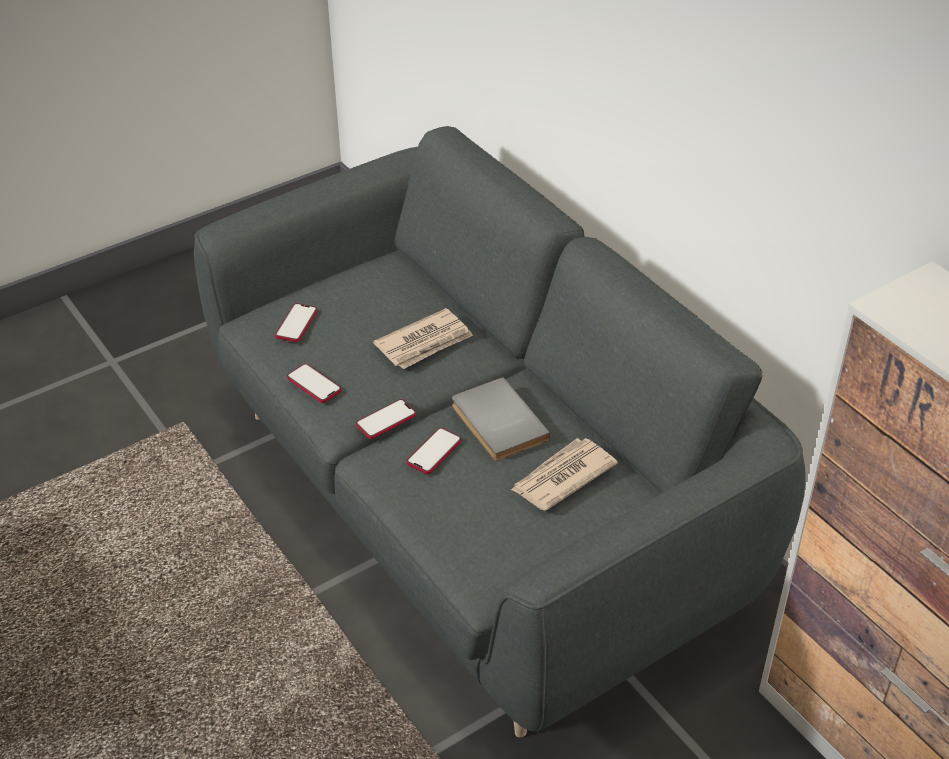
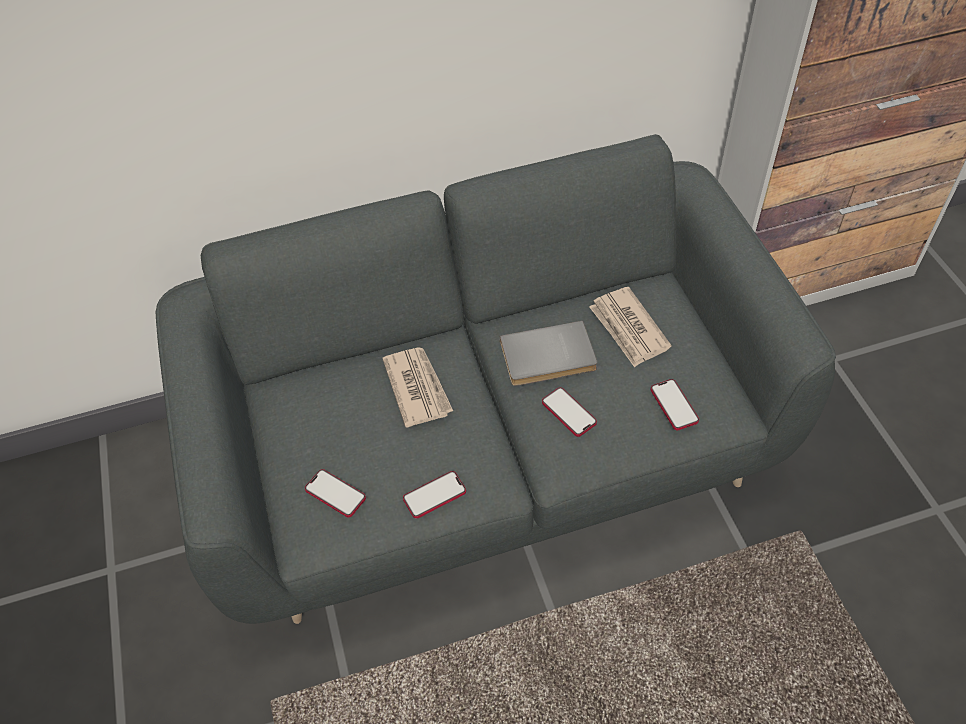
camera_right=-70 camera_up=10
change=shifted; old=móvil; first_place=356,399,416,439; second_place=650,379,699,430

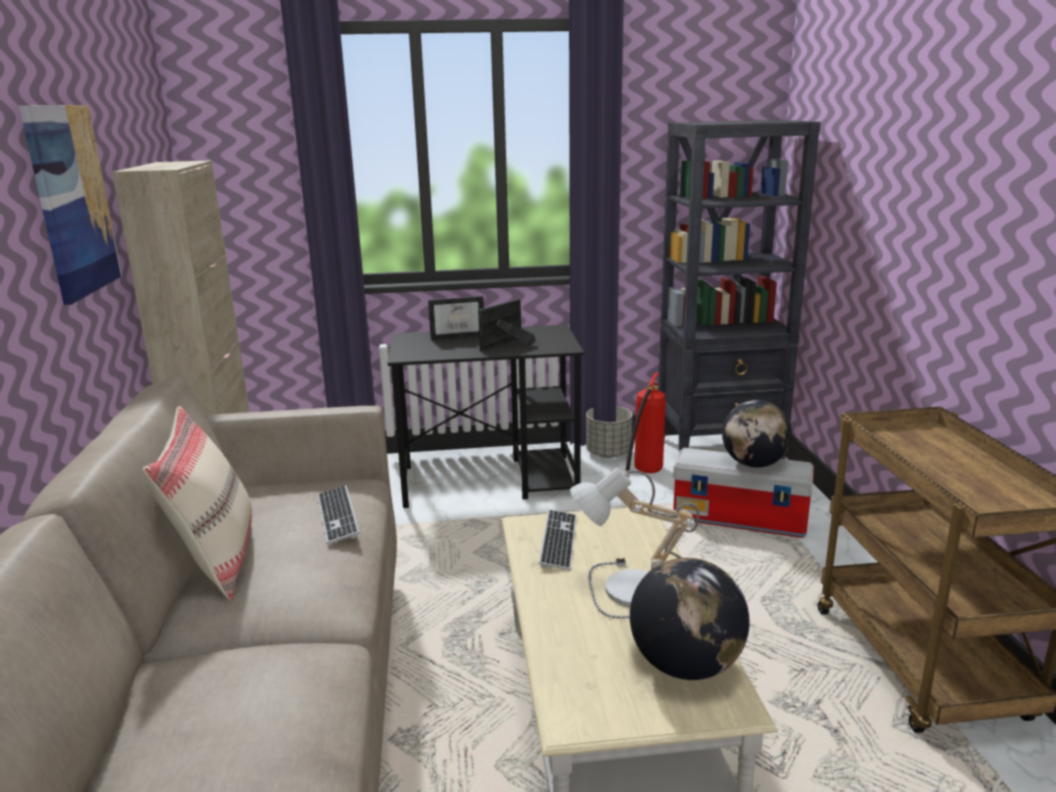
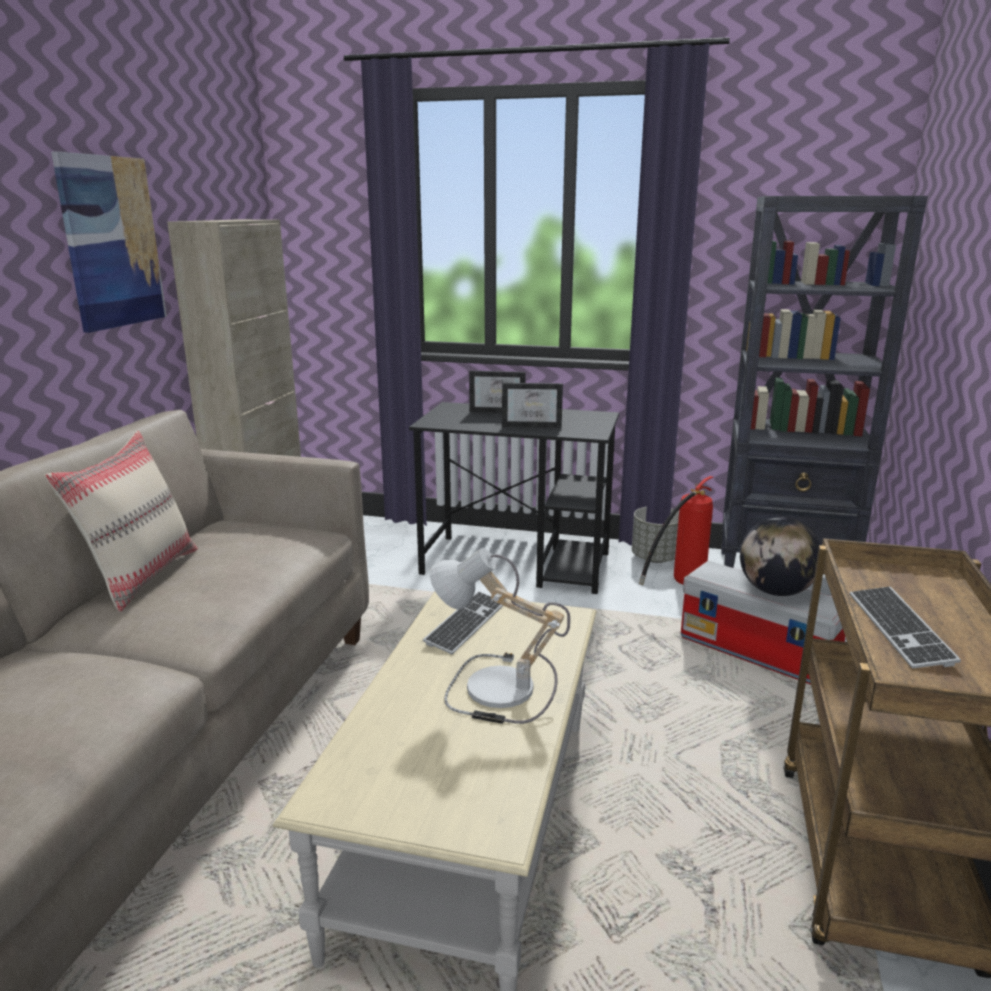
camera_right=20 camera_up=0
change=shifted; old=teclado; first_place=318,485,360,544; second_place=850,587,961,668
change=rotated; old=portarretratos; first_place=478,299,536,352; second_place=502,383,563,428; degrees=-150
change=gone; old=globo terráqueo; first_place=630,558,749,680

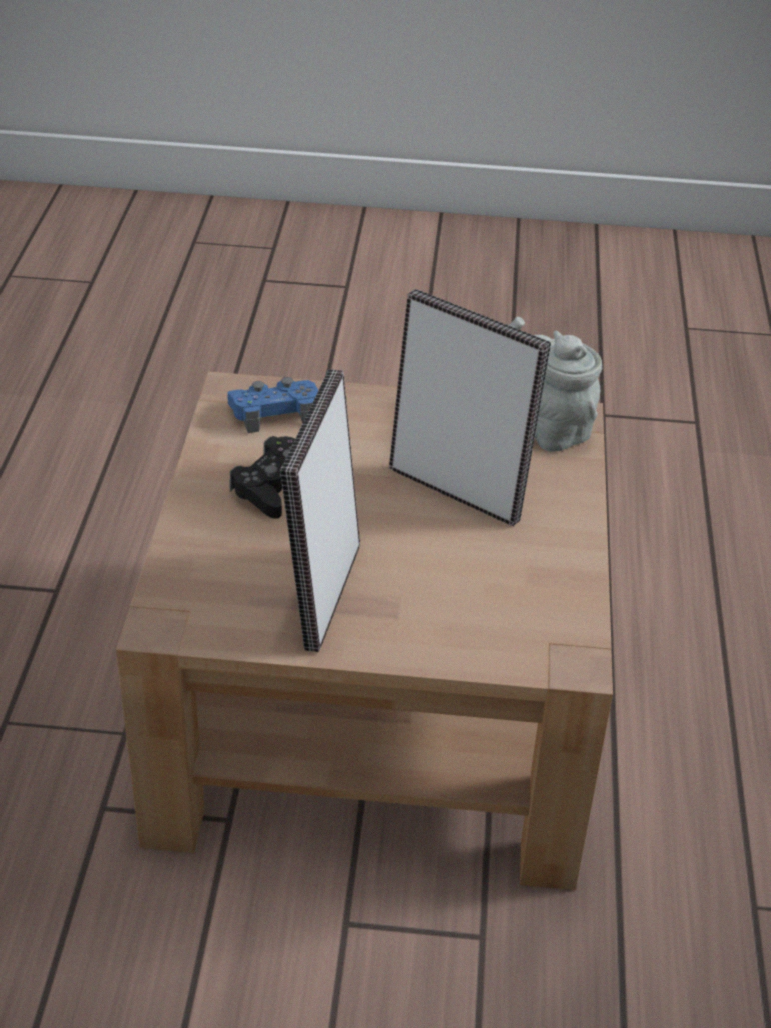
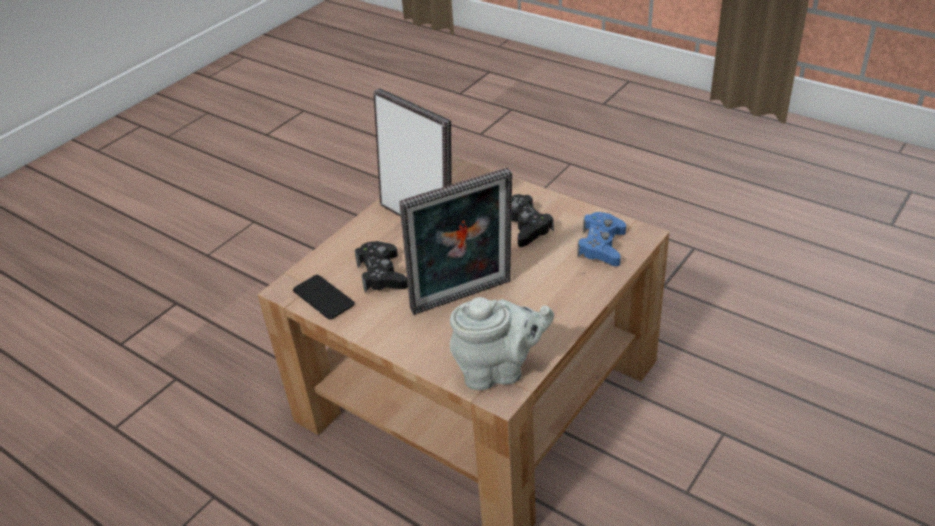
camera_right=125 camera_up=0
change=new; new=móvil; second_place=293,275,355,319
change=new; new=mando de consola [negro]; second_place=355,241,408,293

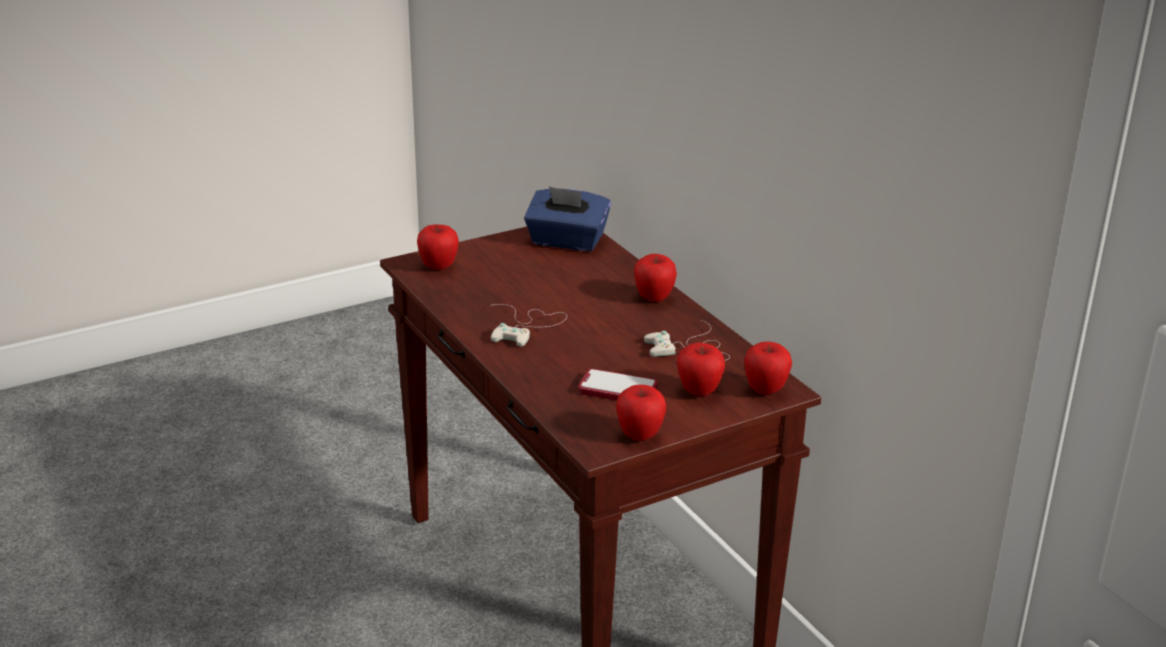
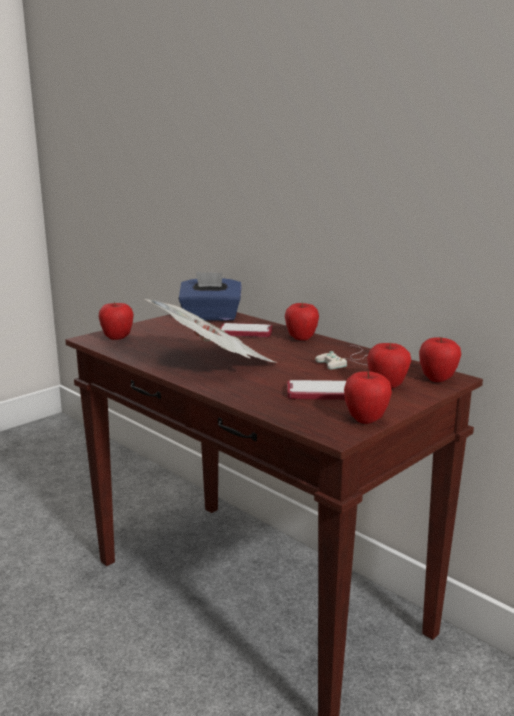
camera_right=-15 camera_up=-10
change=swapped; old=mando de consola [blanco]; new=periódico; first_place=490,304,567,347; second_place=145,299,277,363
change=new; new=móvil; second_place=220,323,273,337

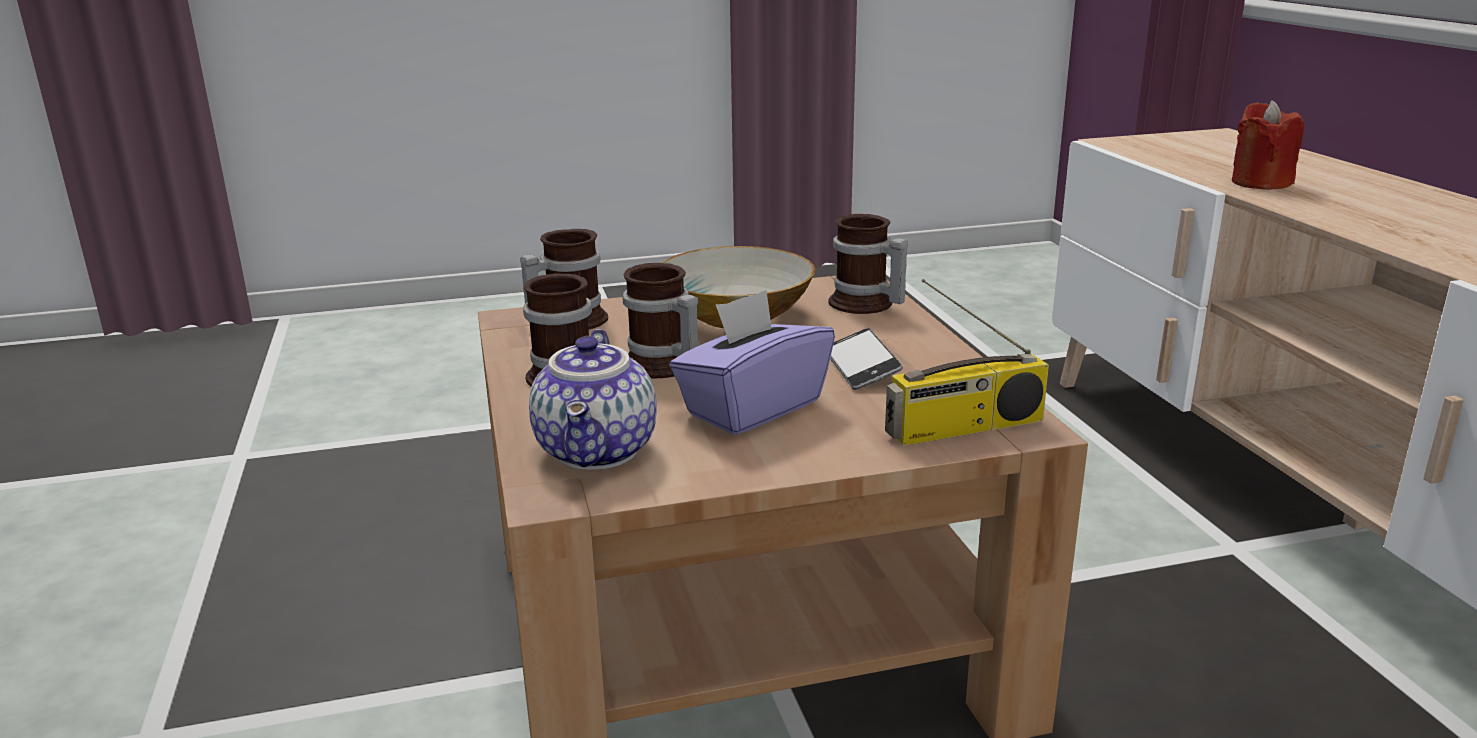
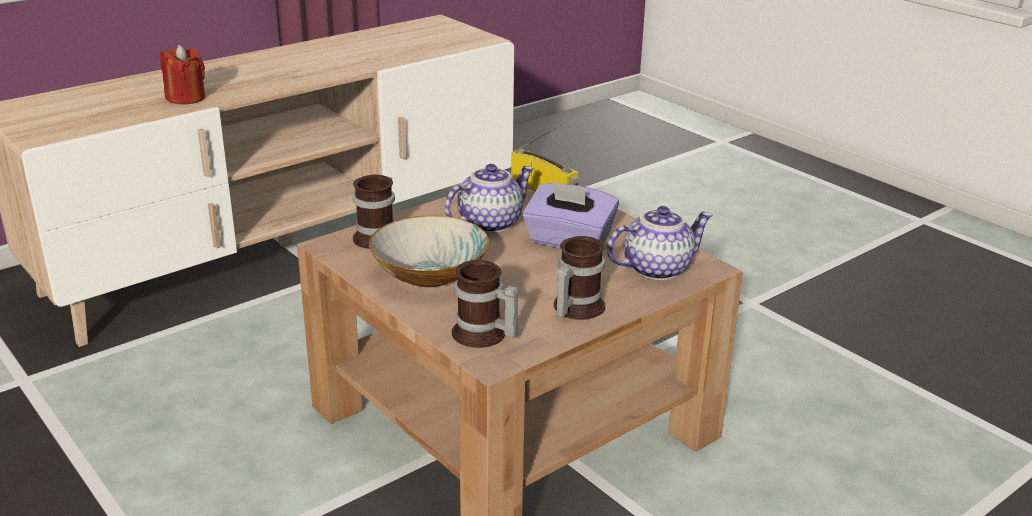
camera_right=-115 camera_up=5
change=gone; old=taza grande; first_place=622,263,698,378
change=swapped; old=móvil; new=tetera; first_place=830,328,903,390; second_place=445,164,534,233

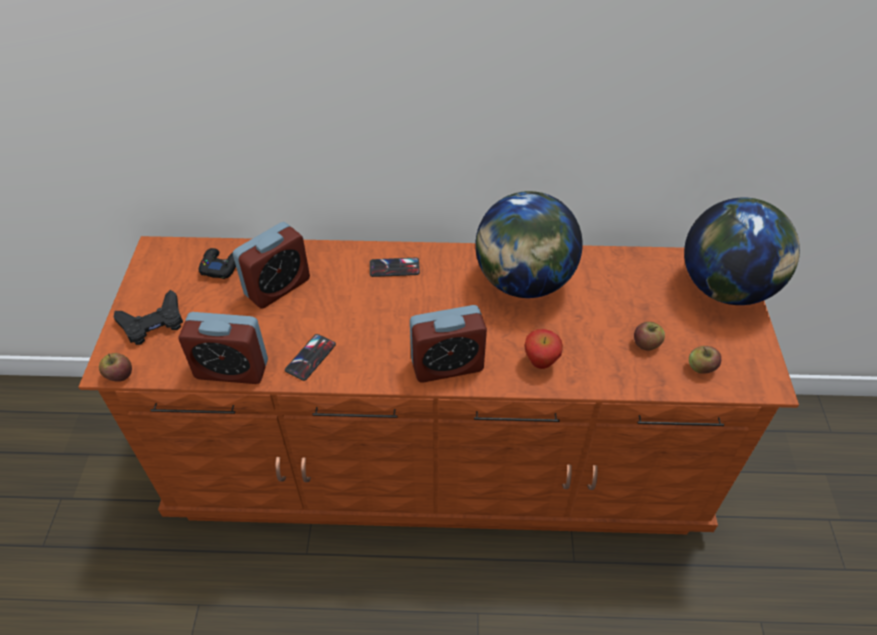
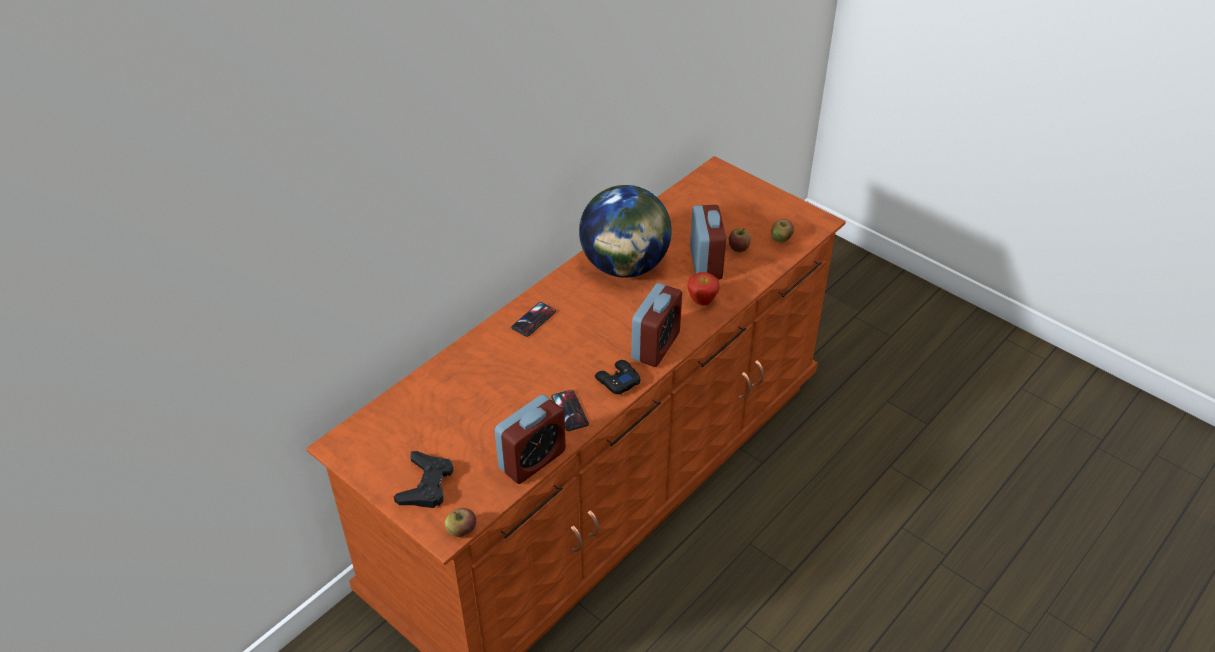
camera_right=-50 camera_up=-5
change=shifted; old=mando de consola [negro]; first_place=198,248,236,279; second_place=595,360,641,394
change=shifted; old=despertador; first_place=233,222,310,309; second_place=690,205,726,280
change=gone; old=globo terráqueo; first_place=684,197,800,305

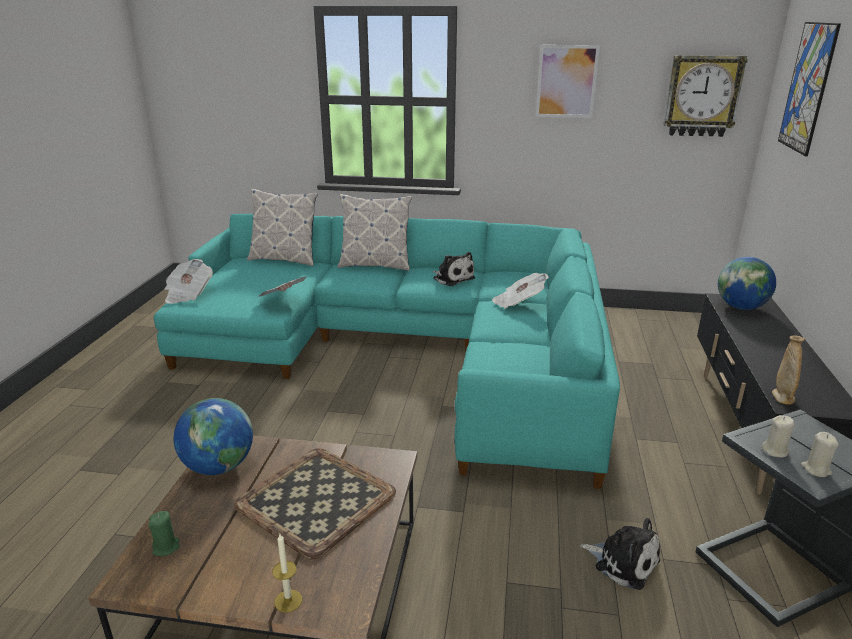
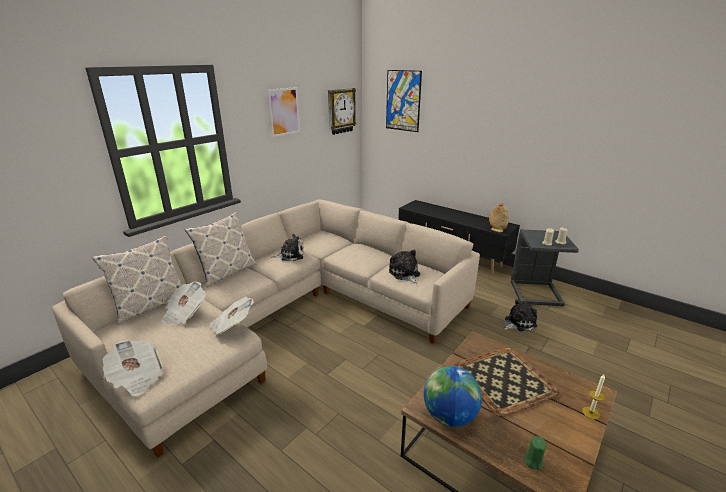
camera_right=-60 camera_up=0
change=repainted; old=sofá [turquesa]; new=sofá [beis]; first_place=154,214,620,489; second_place=52,200,480,458
change=shifted; old=periódico; first_place=492,273,549,309; second_place=161,282,206,324
change=gone; old=globo terráqueo; first_place=718,257,776,310
change=new; new=peluche; second_place=389,250,420,284

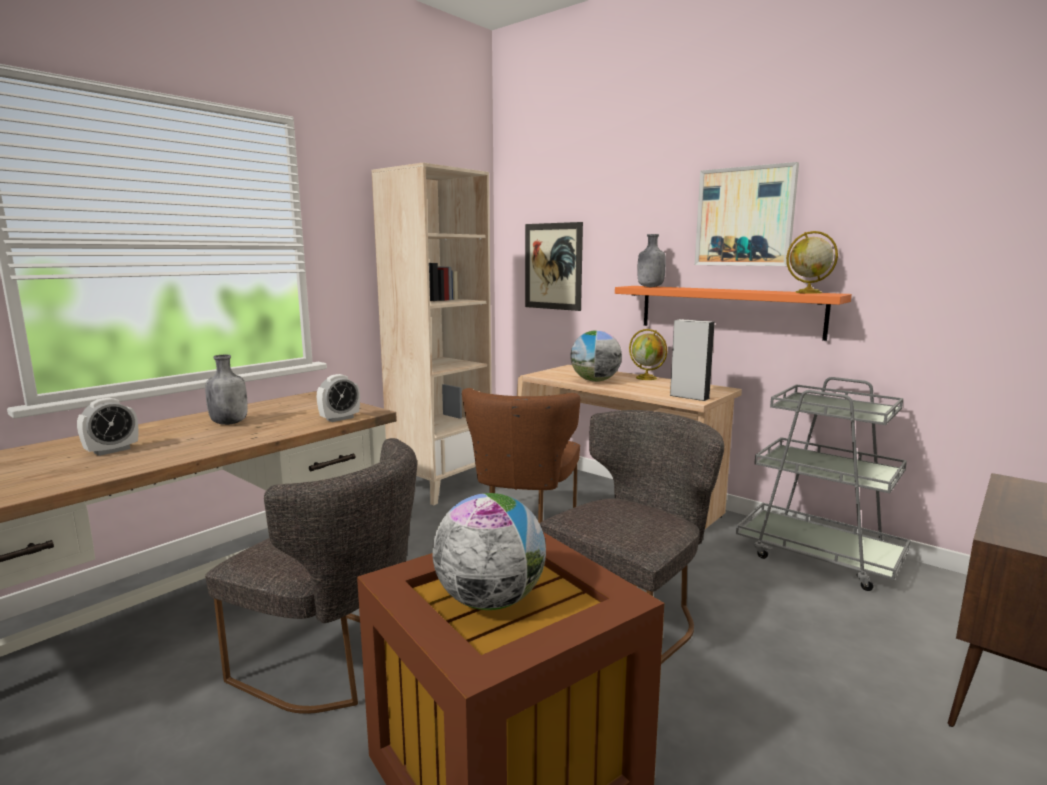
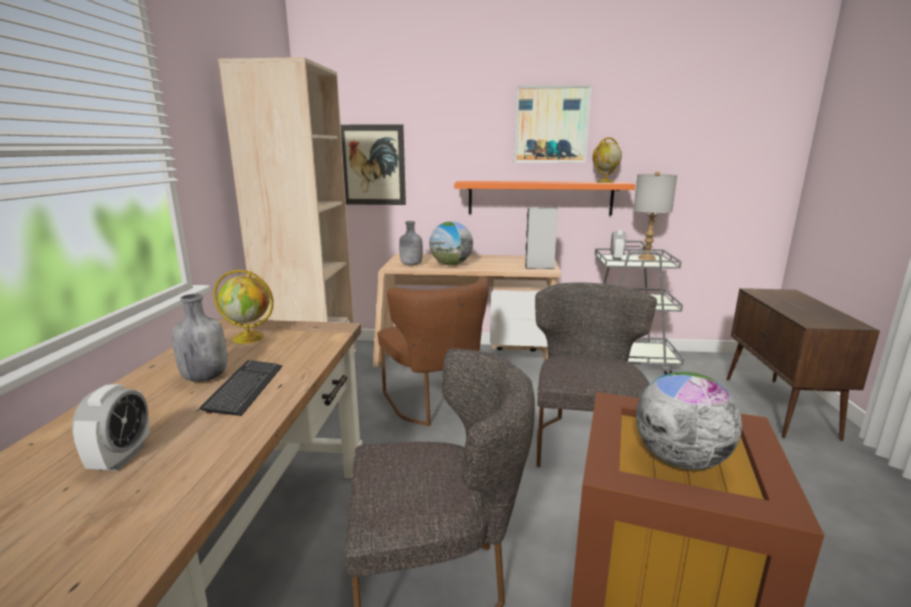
camera_right=-35 camera_up=5
change=shifted; old=despertador; first_place=317,374,360,422; second_place=611,230,626,260
change=shifted; old=globo terráqueo; first_place=629,329,667,380; second_place=213,270,273,344
change=shifted; old=botella [gris]; first_place=637,234,666,287; second_place=399,221,423,266
change=new; new=teclado; second_place=200,360,282,416
change=new; new=lámpara de mesa [gris]; second_place=634,171,677,260

